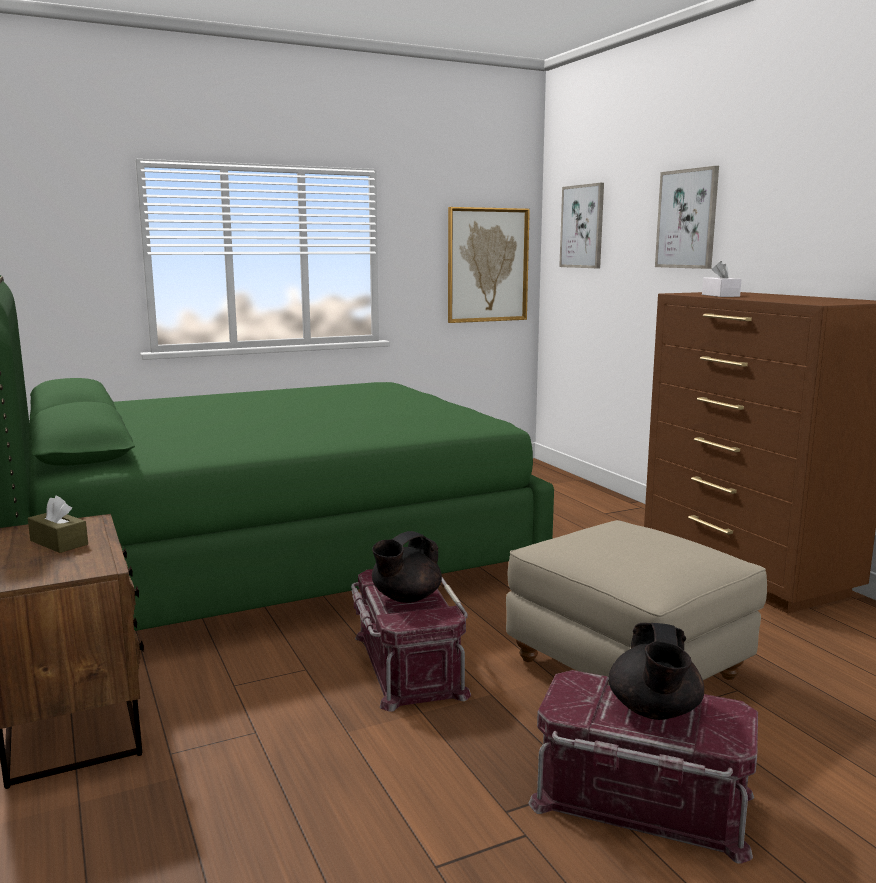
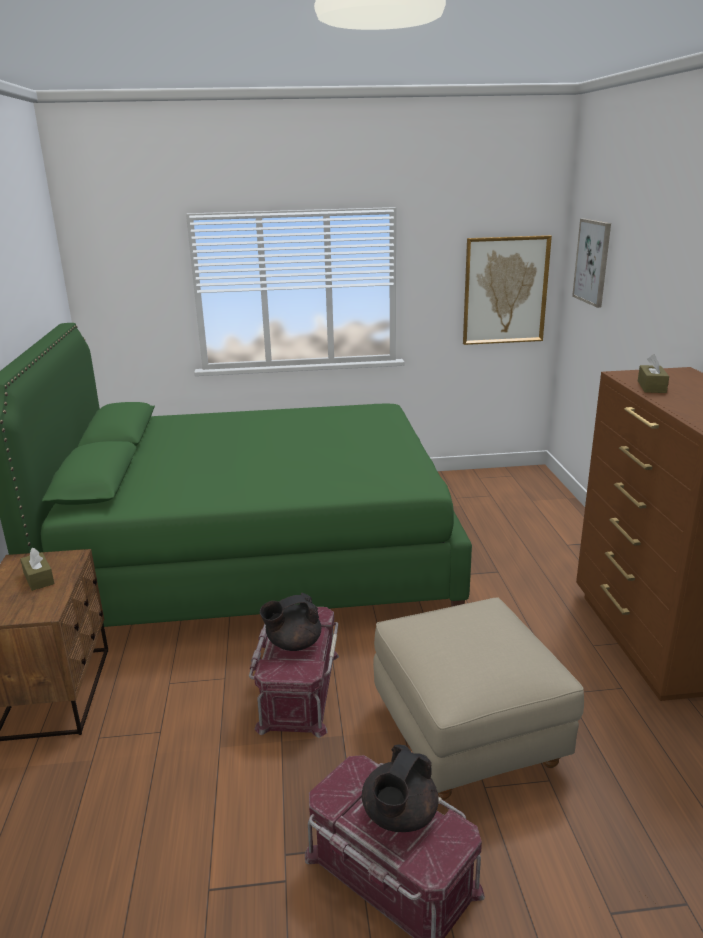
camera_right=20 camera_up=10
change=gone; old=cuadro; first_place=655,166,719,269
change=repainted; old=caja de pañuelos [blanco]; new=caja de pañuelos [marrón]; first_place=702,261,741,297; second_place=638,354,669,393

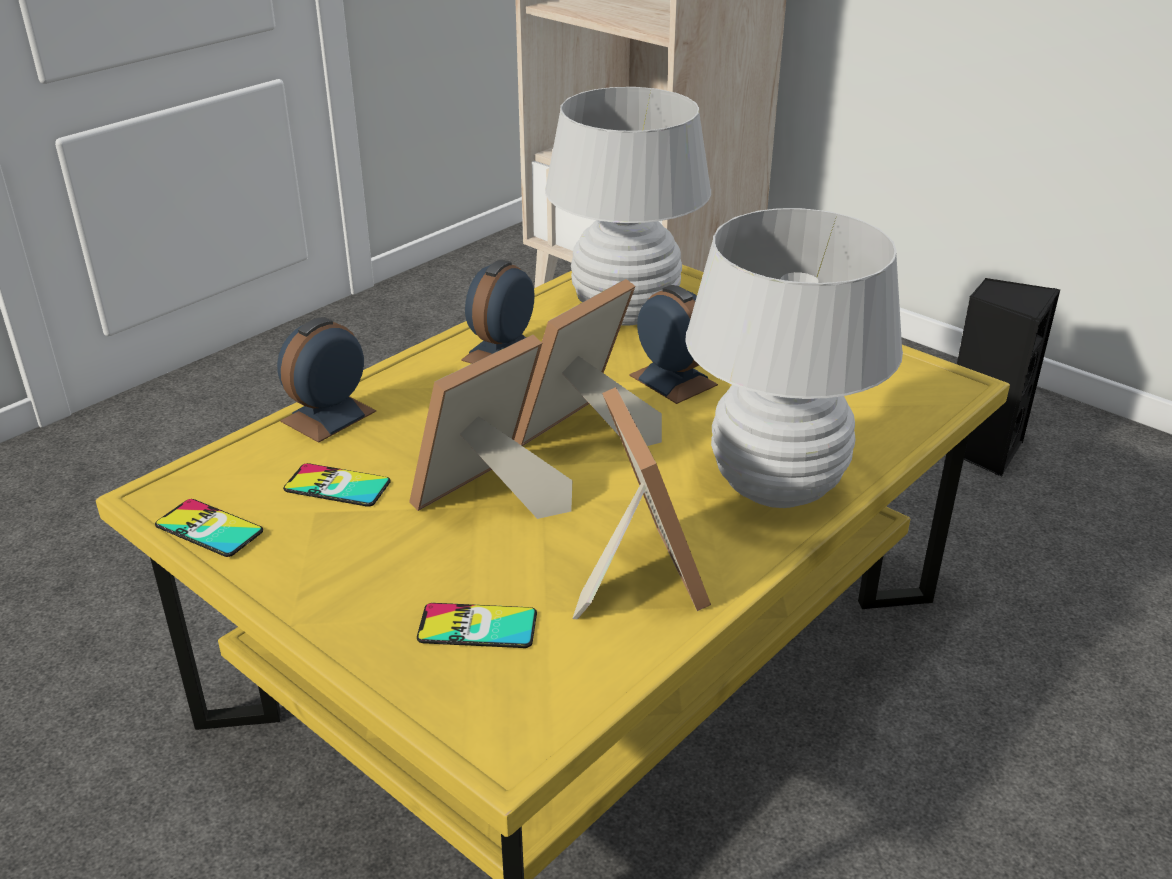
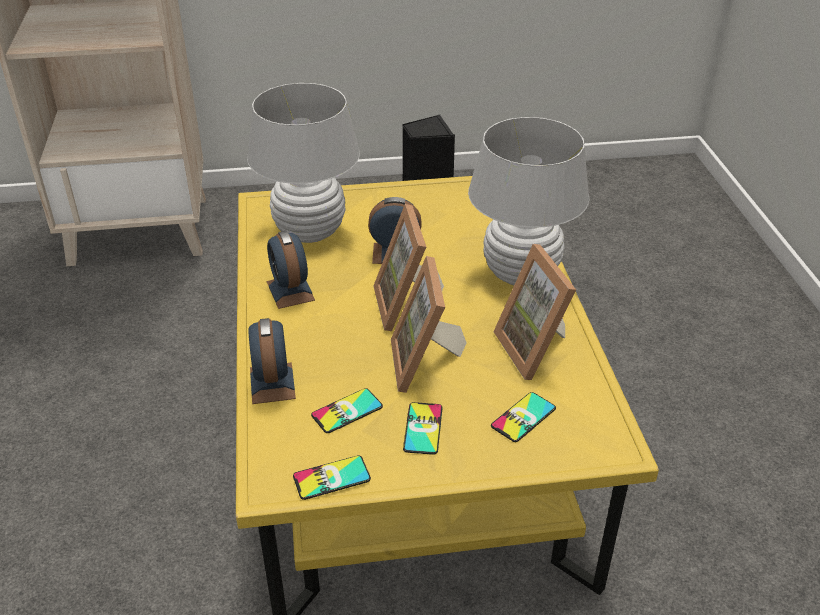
camera_right=-50 camera_up=5
change=rotated; old=portarretratos; first_place=572,387,711,619; second_place=493,244,576,380; degrees=-135
change=new; new=móvil; second_place=403,402,443,455

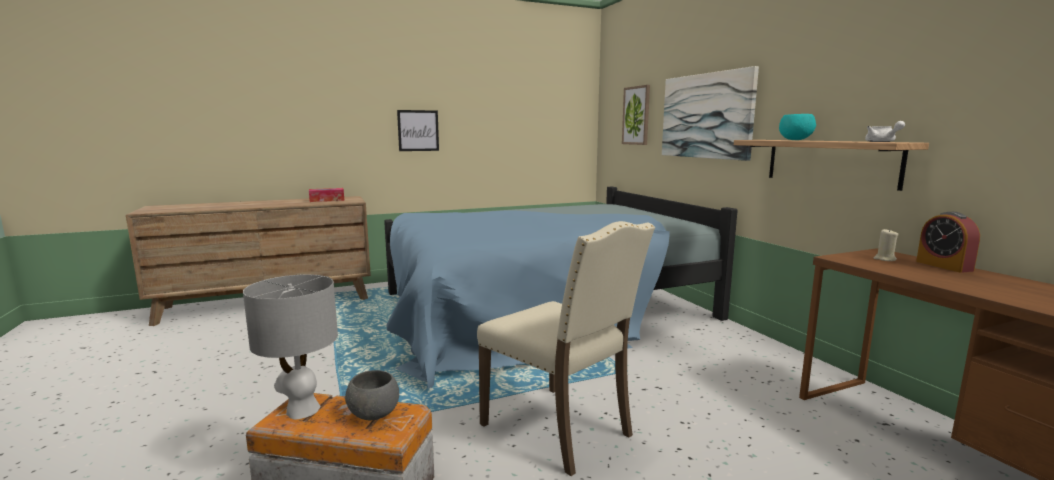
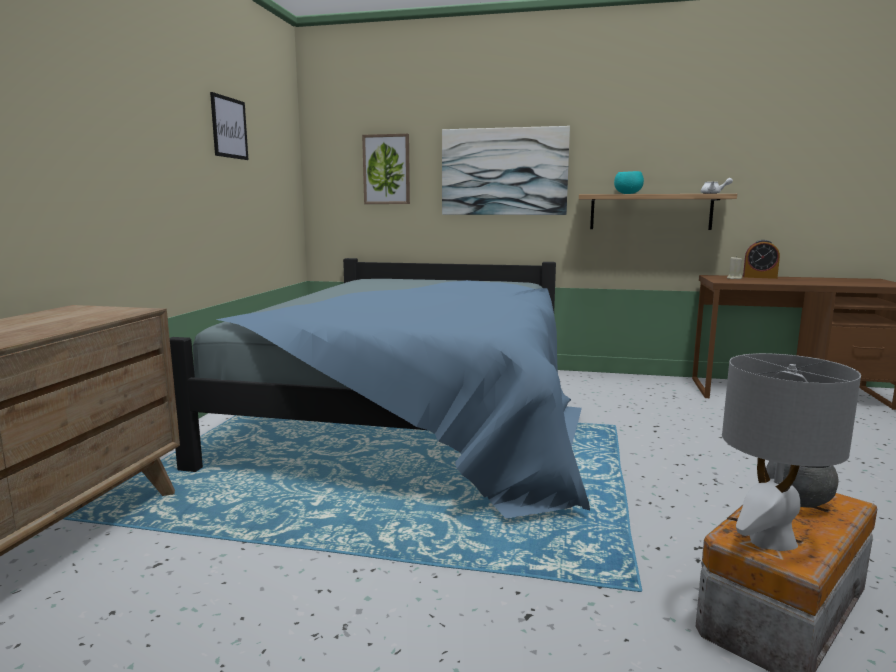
camera_right=-55 camera_up=0
change=gone; old=caja de pañuelos; first_place=309,188,344,202
change=shifted; old=cuadro; first_place=397,110,439,151; second_place=210,92,248,160
change=gone; old=silla [beis]; first_place=477,221,655,476

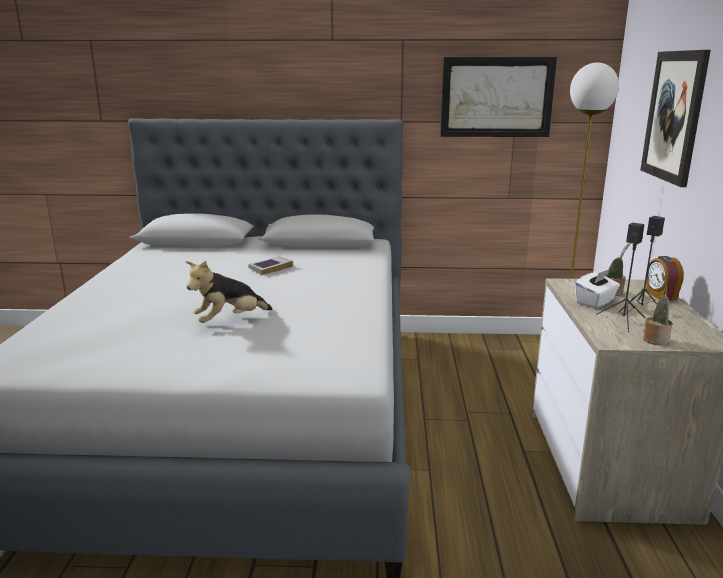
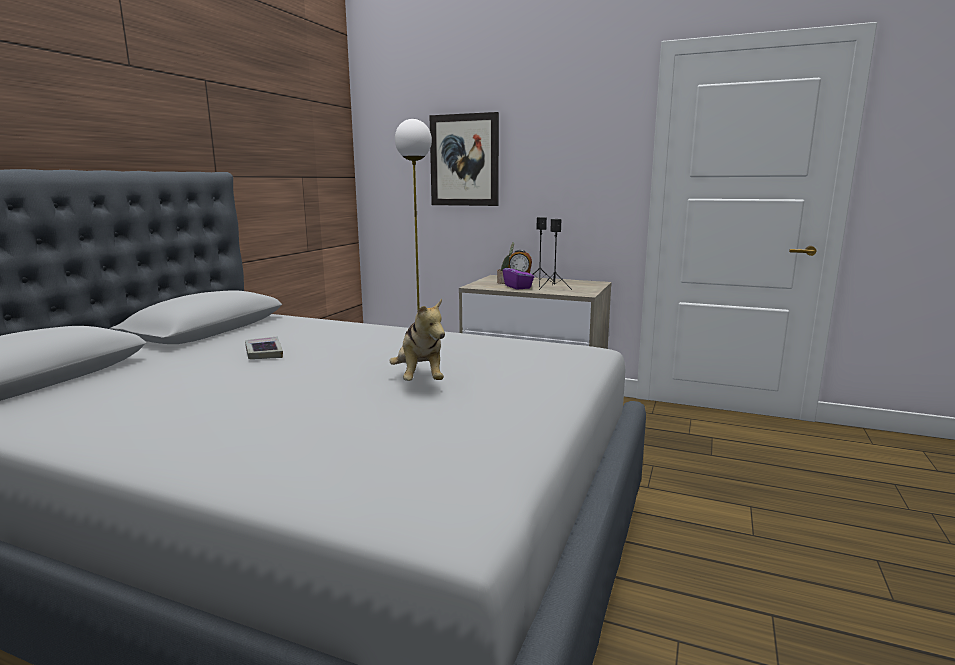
camera_right=-70 camera_up=-5
change=gone; old=cuadro; first_place=440,57,557,137
change=repainted; old=caja de pañuelos [blanco]; new=caja de pañuelos [morado]; first_place=575,269,620,309; second_place=503,262,534,290
change=gone; old=planta en maceta; first_place=643,273,672,345

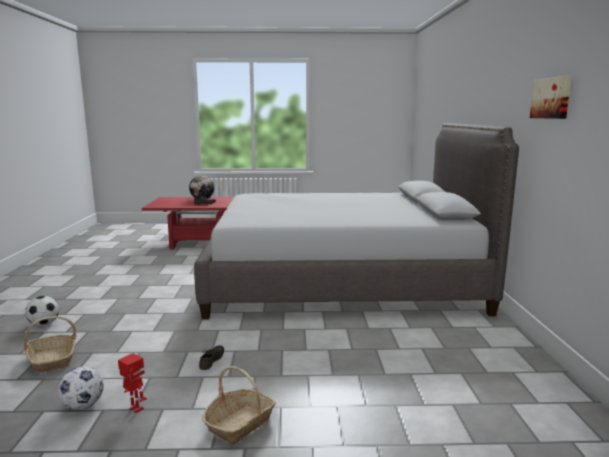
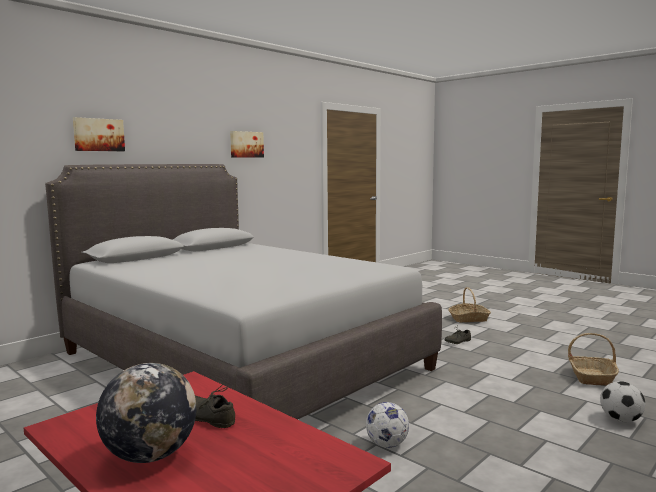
camera_right=-135 camera_up=-5
change=shifted; old=balón de fútbol; first_place=58,367,104,410; second_place=366,402,409,448
change=gone; old=robot de juguete; first_place=118,353,147,414
change=new; new=cuadro; second_place=73,117,125,151

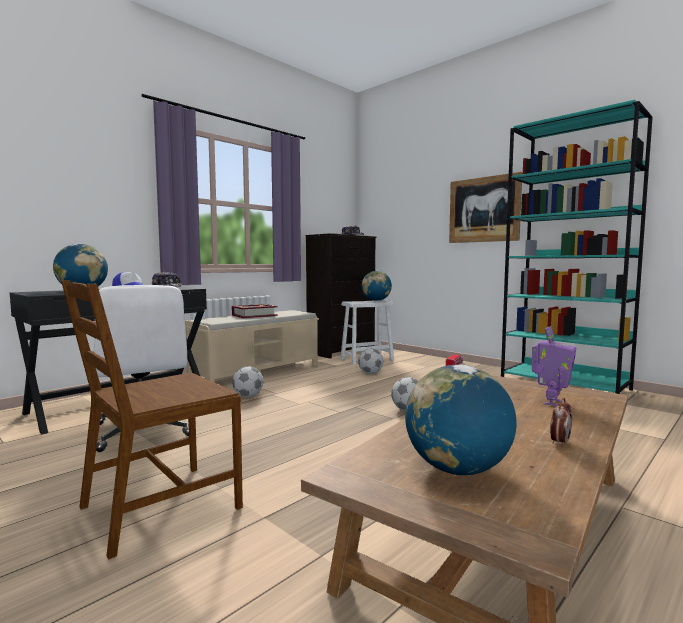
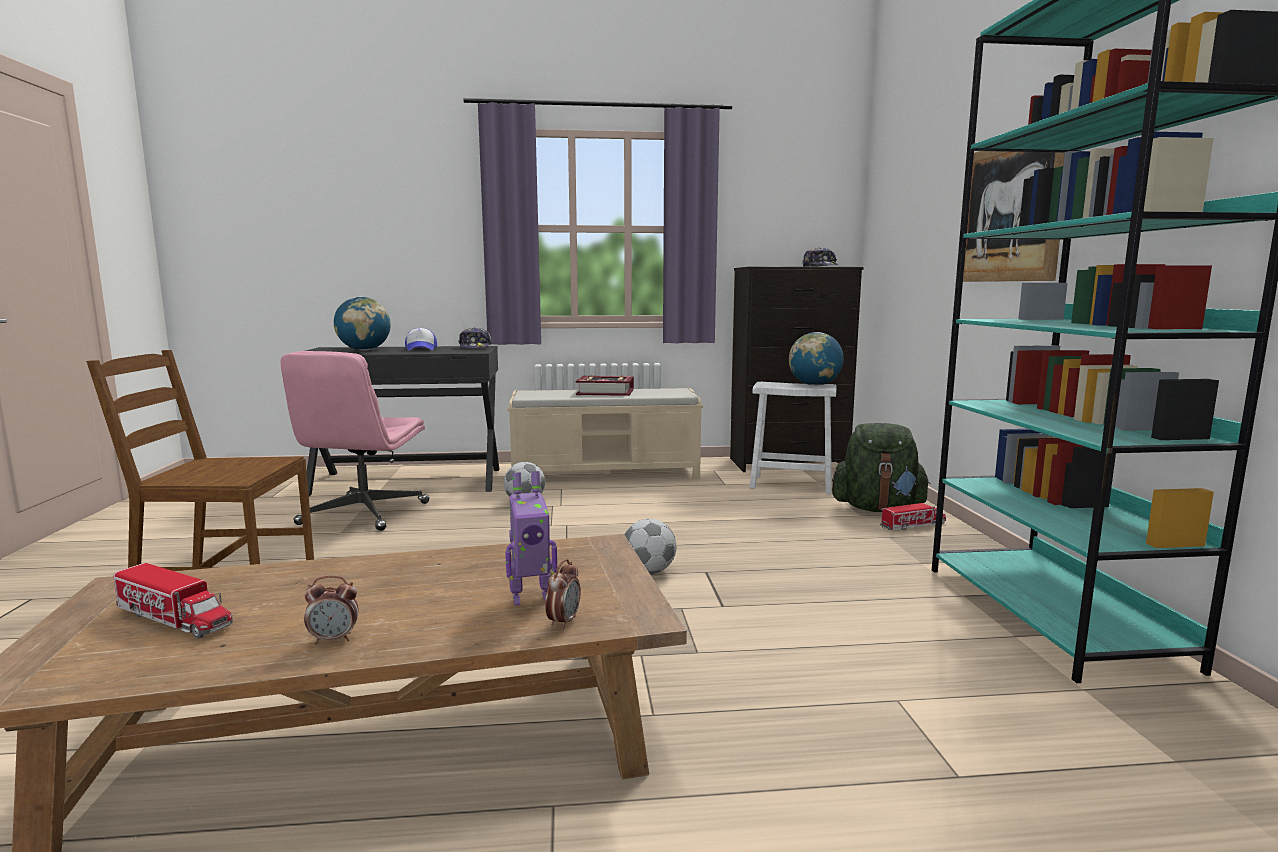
camera_right=40 camera_up=5
change=repainted; old=silla de oficina [blanco]; new=silla de oficina [rosa]; first_place=93,285,189,452; second_place=281,351,430,531
change=gone; old=balón de fútbol; first_place=358,348,383,374
change=swapped; old=globo terráqueo; new=camión de juguete; first_place=405,365,517,475; second_place=113,563,233,639
change=new; new=despertador; second_place=545,559,581,629
change=new; new=mochila [verde]; second_place=832,423,931,512

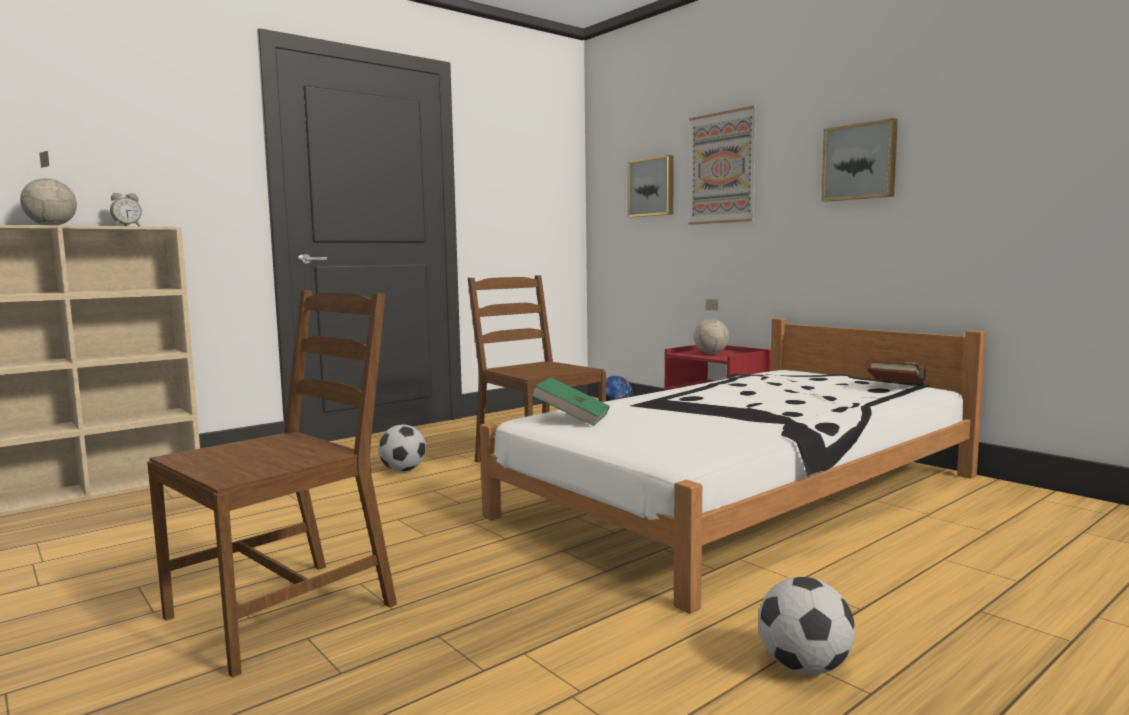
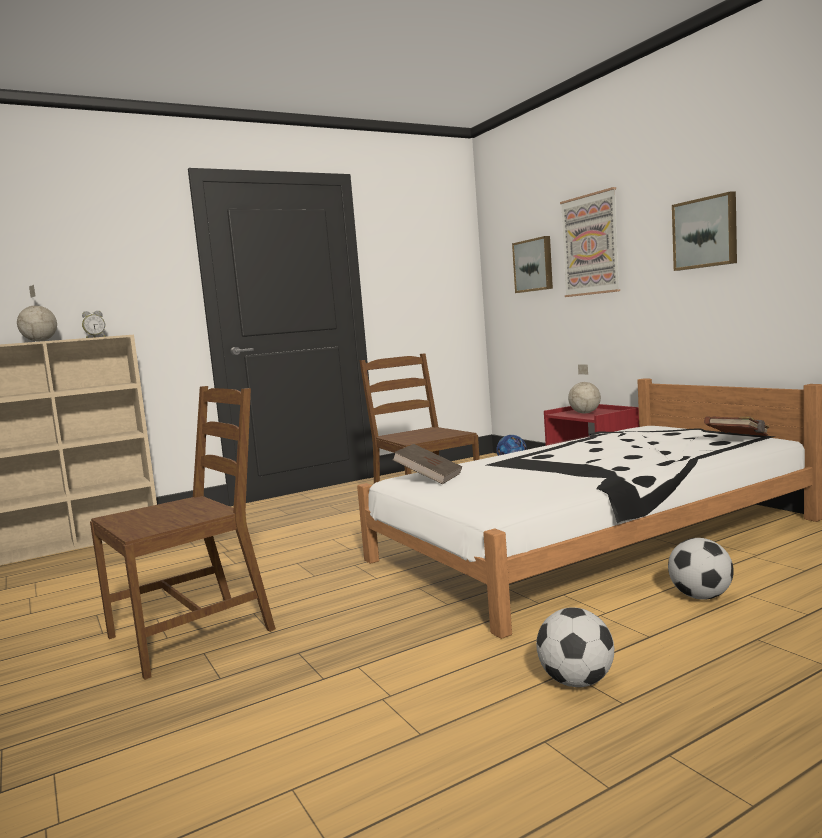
camera_right=10 camera_up=0
change=shifted; old=balón de fútbol; first_place=378,424,426,472; second_place=668,538,734,600
change=repainted; old=libro [verde]; new=libro [marrón]; first_place=531,378,610,426; second_place=392,444,462,484

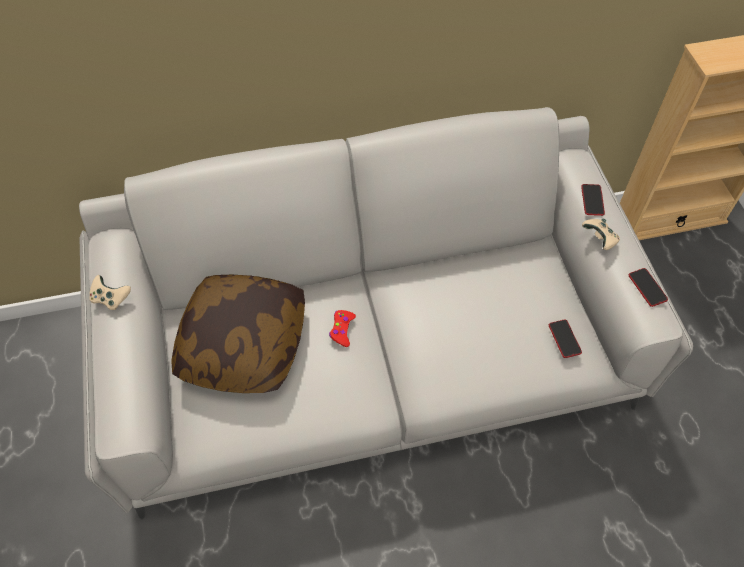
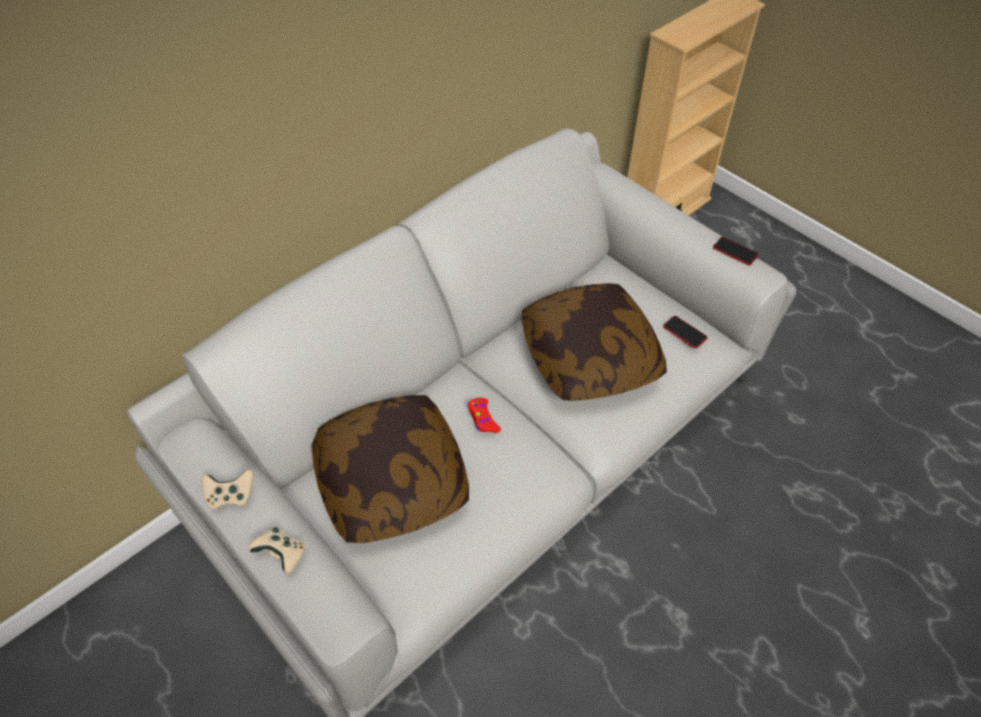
camera_right=-30 camera_up=-5
change=gone; old=móvil; first_place=581,184,605,216
change=shifted; old=mando de consola [beis]; first_place=582,218,620,250; second_place=248,527,306,574
change=new; new=cojín; second_place=522,283,667,401

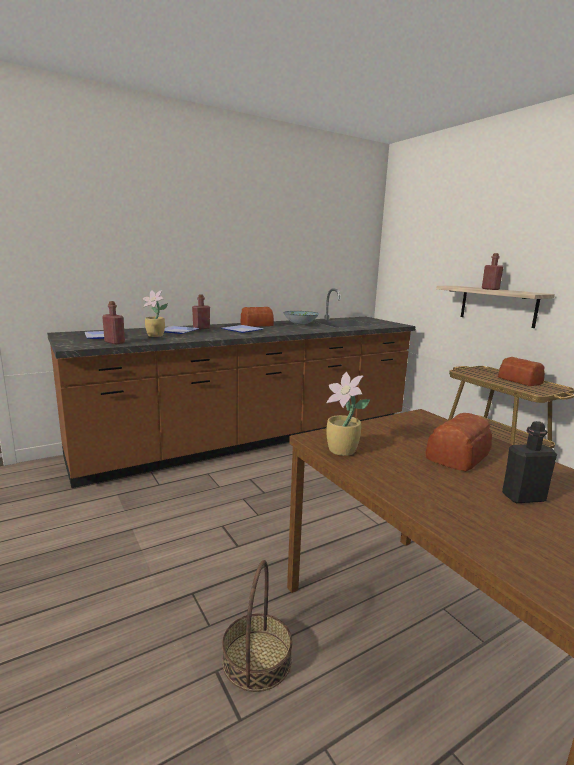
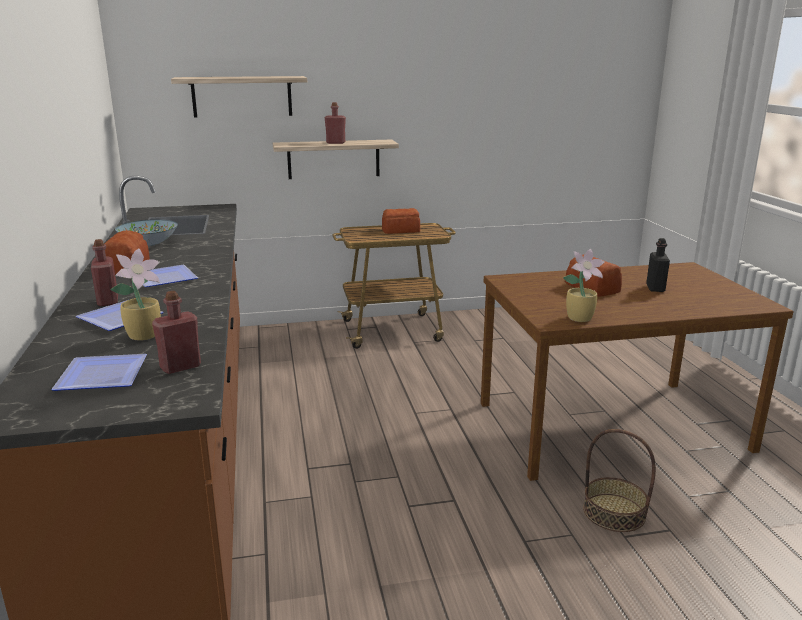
camera_right=-70 camera_up=5
change=new; new=estante; second_place=171,76,307,118

